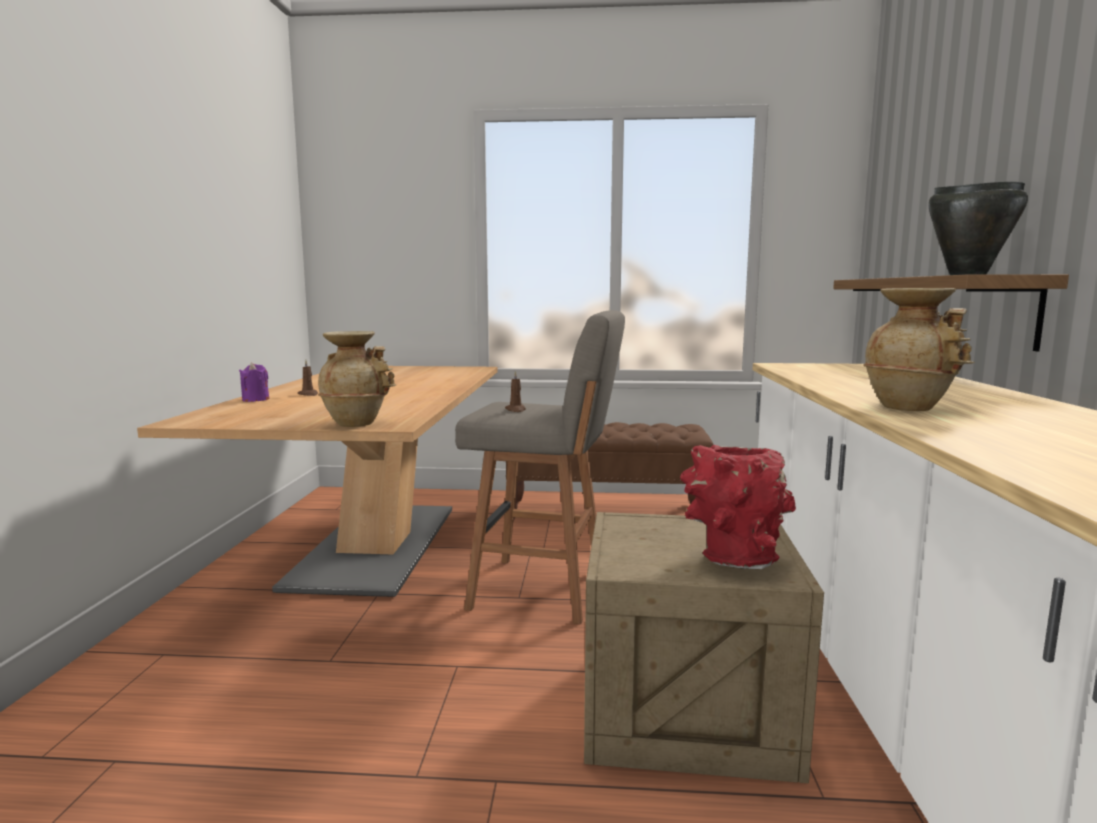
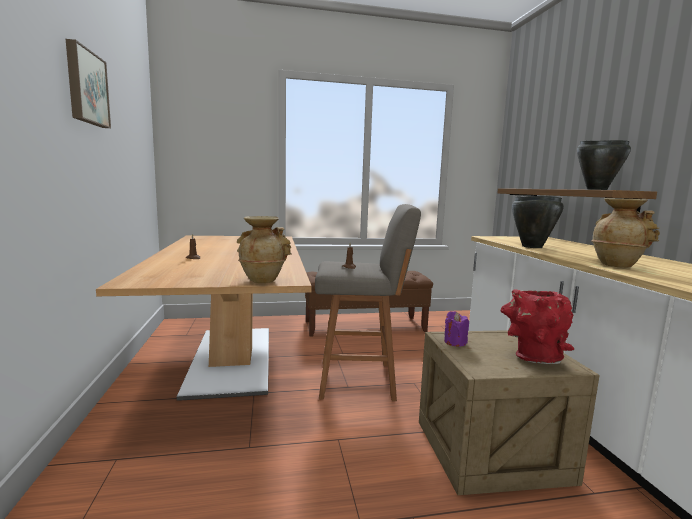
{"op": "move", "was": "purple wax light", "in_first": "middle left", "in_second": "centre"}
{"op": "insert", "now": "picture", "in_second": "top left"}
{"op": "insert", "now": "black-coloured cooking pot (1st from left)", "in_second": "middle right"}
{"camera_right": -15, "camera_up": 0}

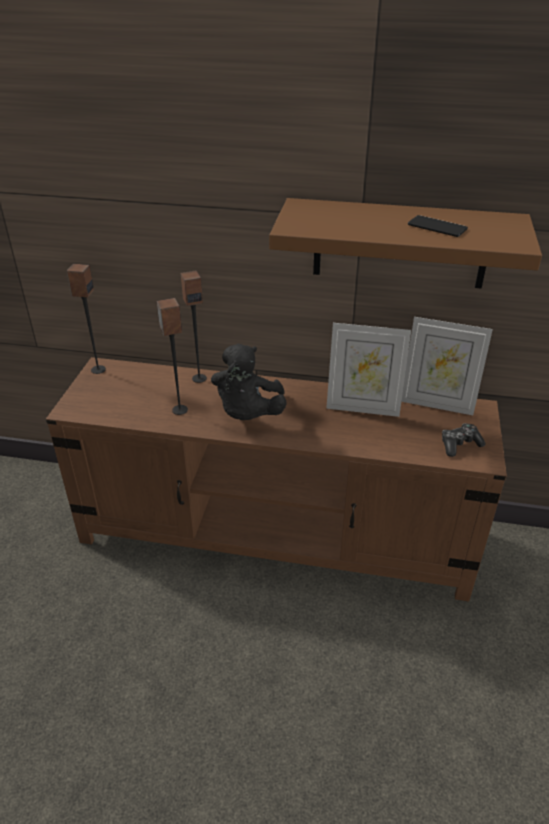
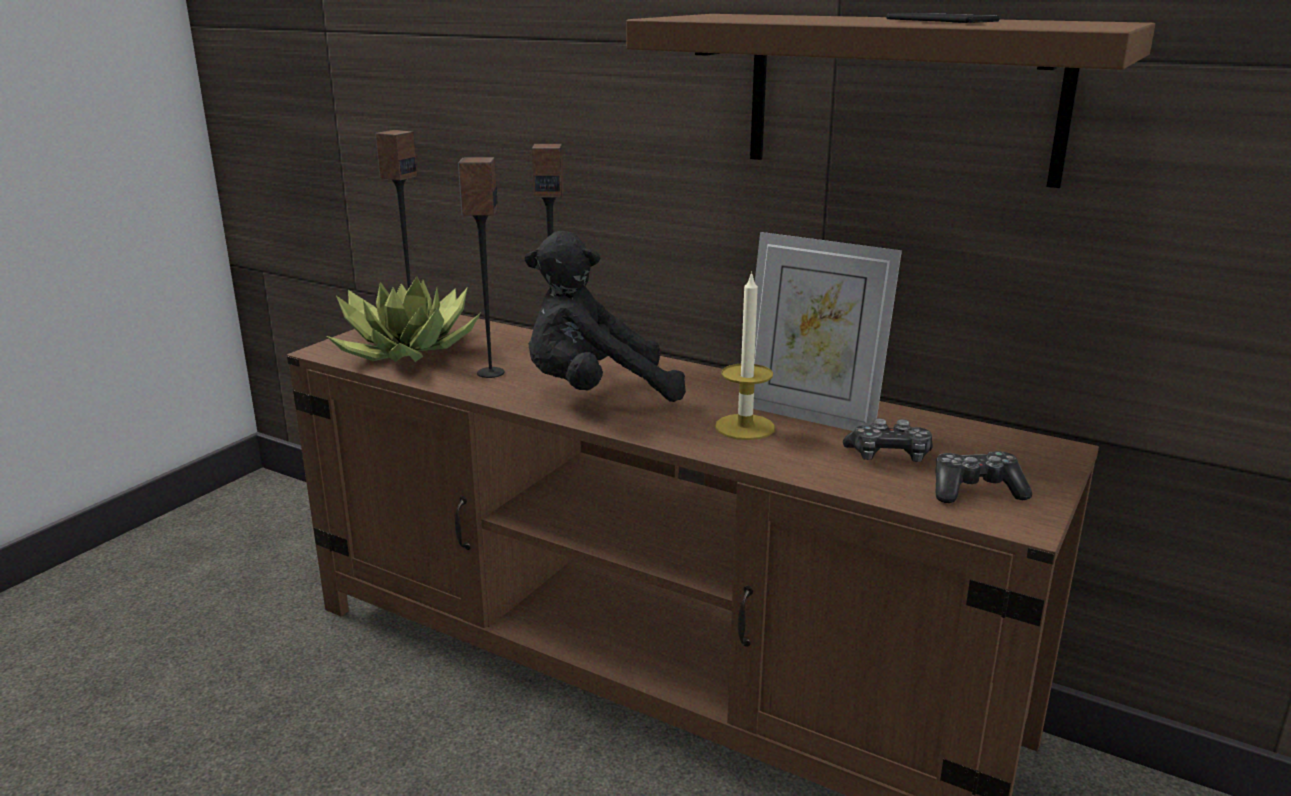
{"op": "rotate", "was": "black-coloured plush toy", "in_first": "centre", "in_second": "centre", "clockwise": 45}
{"op": "delete", "was": "photo frame (2nd from left)", "in_first": "middle right"}
{"op": "insert", "now": "potted plant", "in_second": "middle left"}
{"op": "insert", "now": "wax light", "in_second": "centre"}
{"op": "insert", "now": "joypad (1st from left)", "in_second": "middle right"}
{"camera_right": 20, "camera_up": -15}

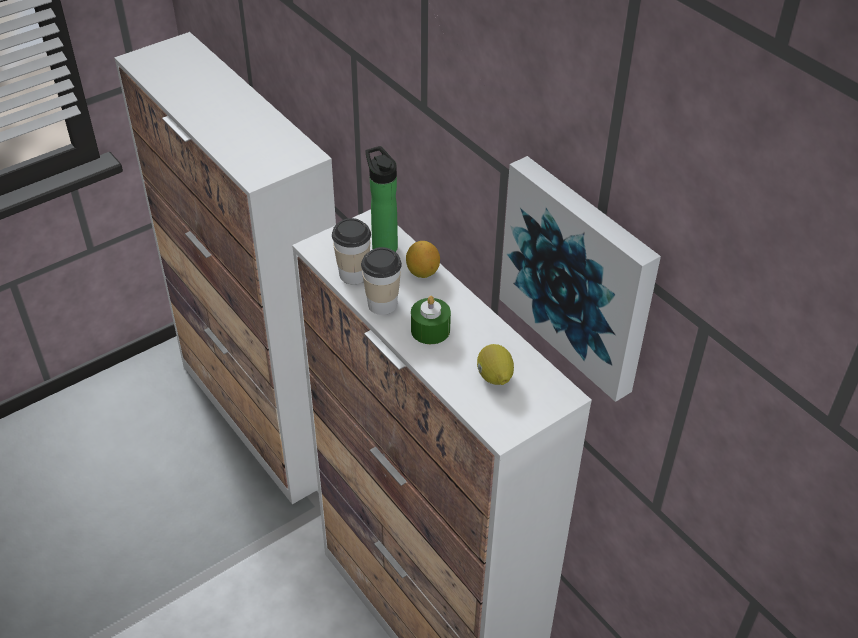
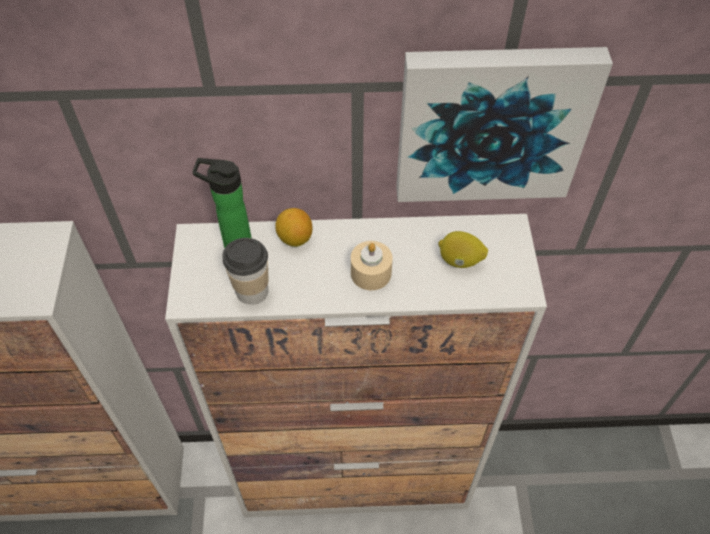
{"op": "delete", "was": "drinking cup (2nd from left)", "in_first": "centre"}
{"op": "recolor", "was": "green-coloured wax light", "now": "beige-coloured wax light", "in_first": "centre", "in_second": "centre"}
{"camera_right": -55, "camera_up": 10}

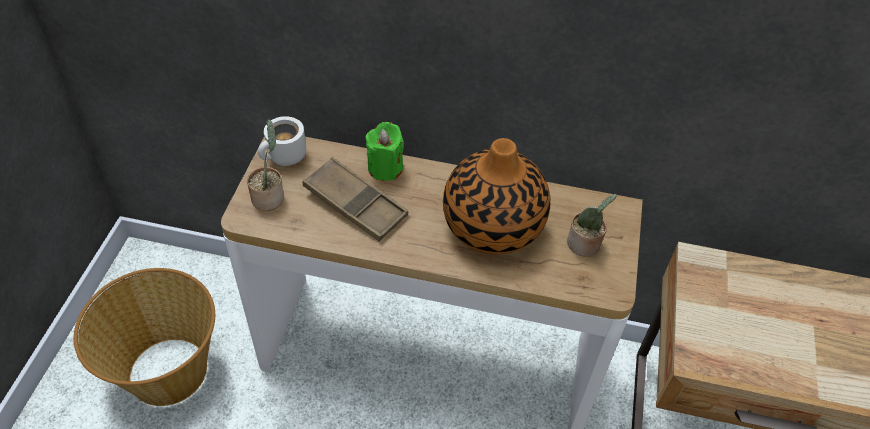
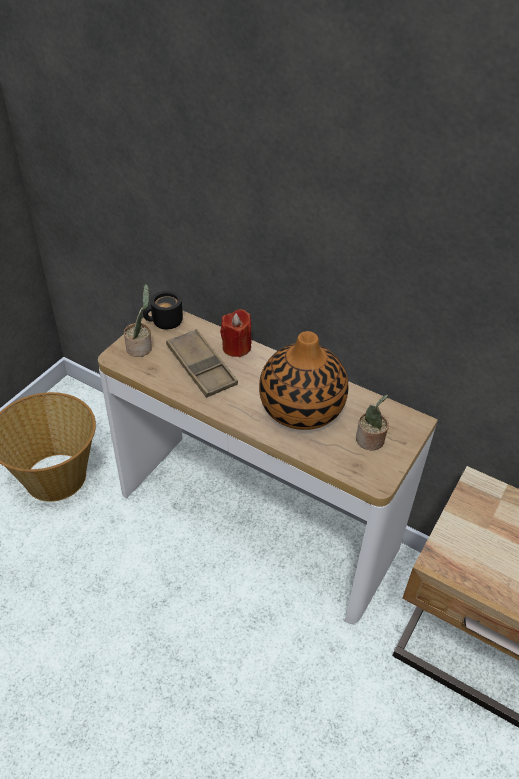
{"op": "recolor", "was": "white tea mug", "now": "black-coloured tea mug", "in_first": "top left", "in_second": "middle left"}
{"op": "recolor", "was": "green-coloured wax light", "now": "red wax light", "in_first": "centre", "in_second": "centre"}
{"camera_right": 20, "camera_up": -5}

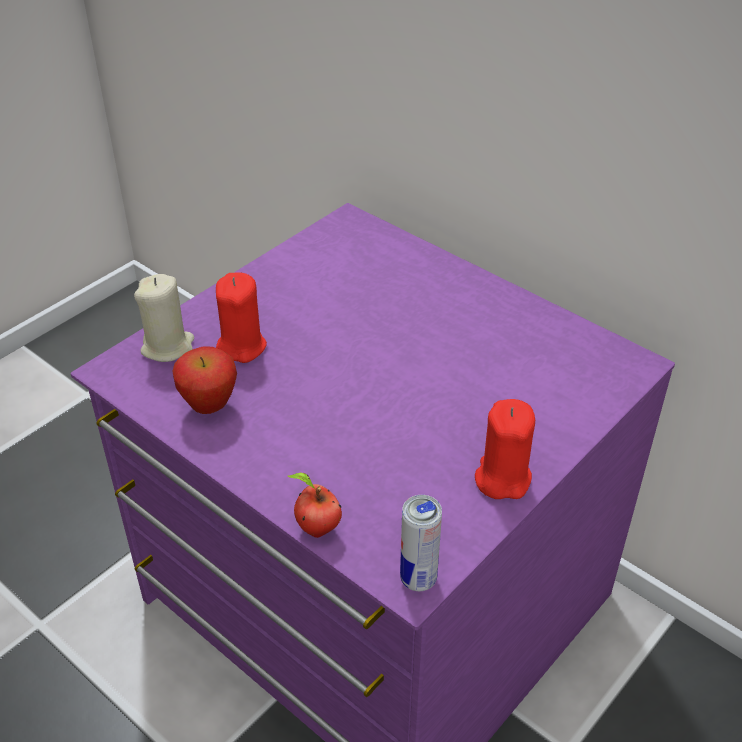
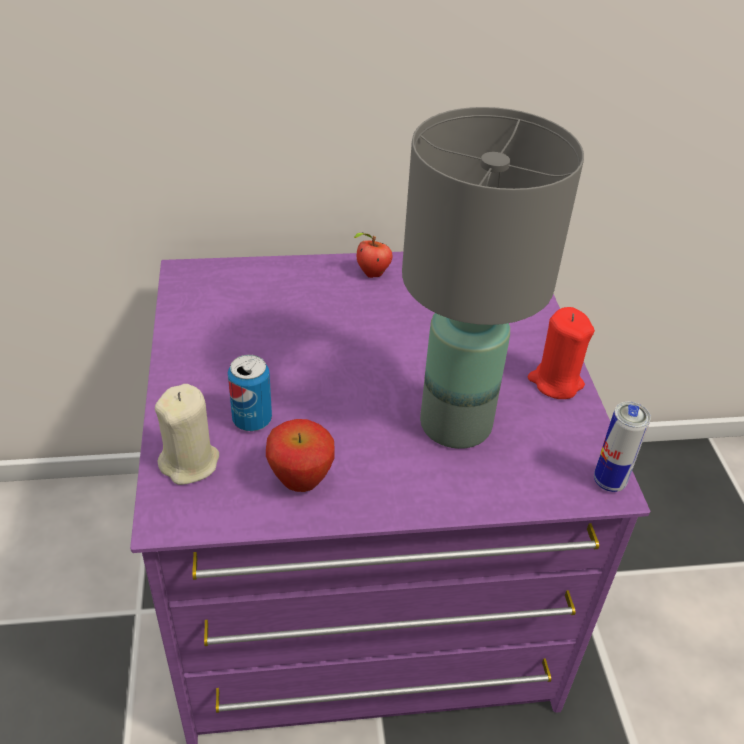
{"op": "replace", "was": "red wax light (1st from left)", "now": "sealed can (1st from left)", "in_first": "middle left", "in_second": "centre"}
{"op": "move", "was": "whole apple (2nd from left)", "in_first": "bottom centre", "in_second": "centre"}
{"op": "insert", "now": "grey tabletop lamp", "in_second": "centre"}
{"camera_right": -50, "camera_up": 0}

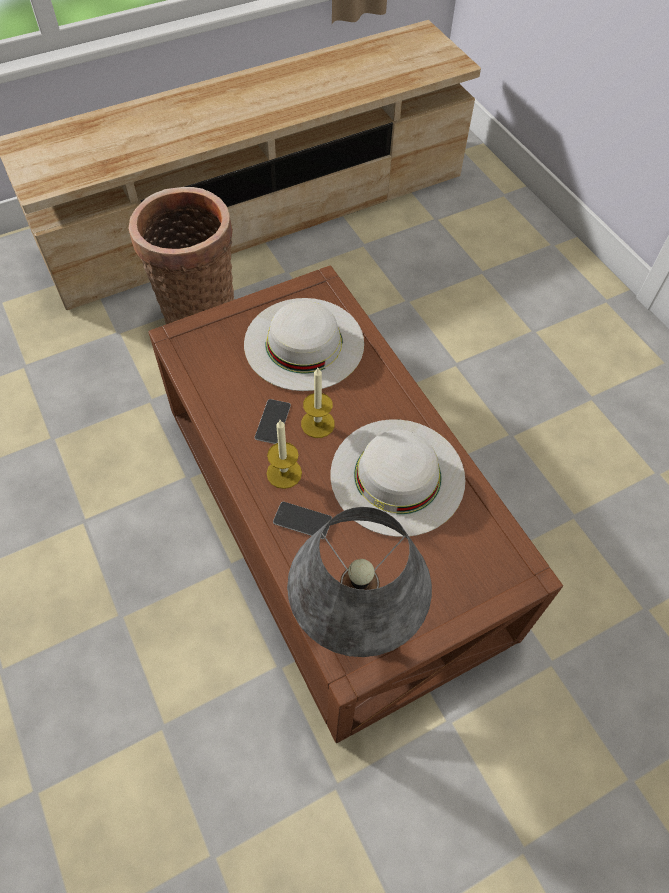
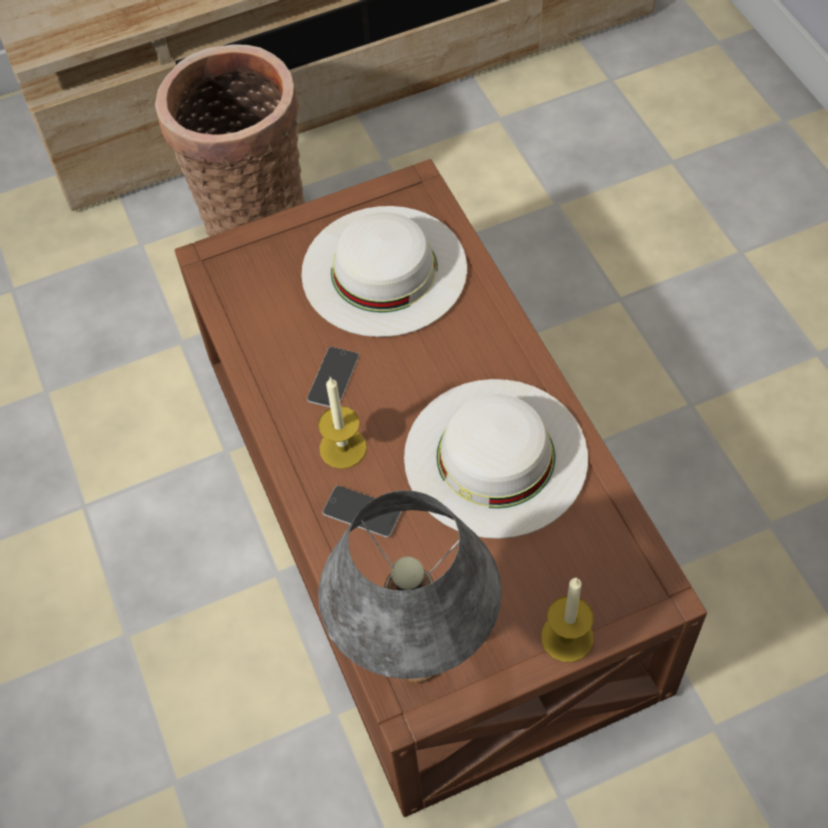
{"op": "move", "was": "wax light (2nd from left)", "in_first": "centre", "in_second": "bottom right"}
{"camera_right": 10, "camera_up": 0}

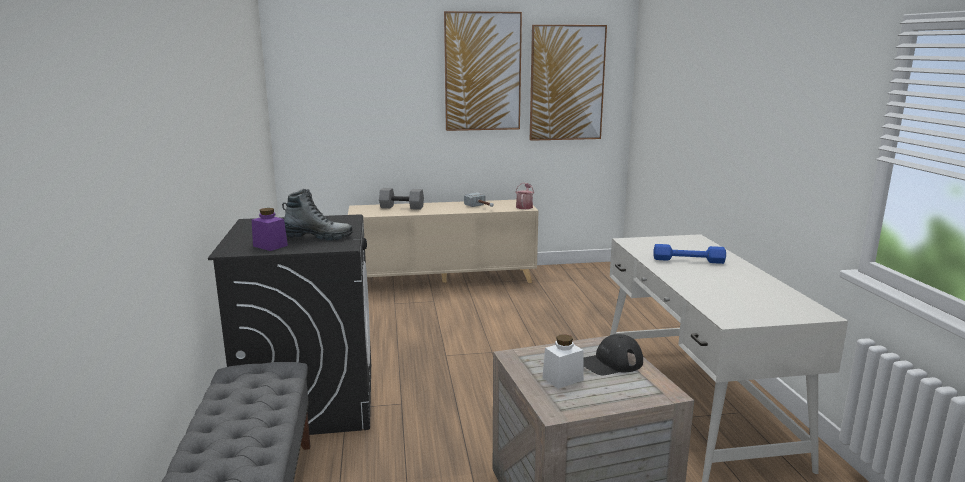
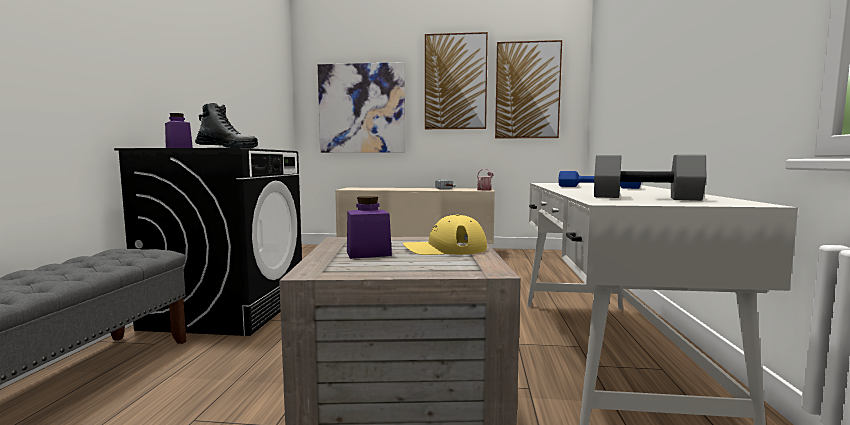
{"op": "move", "was": "grey hand weight", "in_first": "centre", "in_second": "middle right"}
{"op": "recolor", "was": "white preserve jar", "now": "purple preserve jar (2nd from left)", "in_first": "bottom centre", "in_second": "centre"}
{"op": "recolor", "was": "black-coloured cap", "now": "yellow cap", "in_first": "bottom centre", "in_second": "centre"}
{"op": "insert", "now": "picture (1st from left)", "in_second": "top centre"}
{"camera_right": 15, "camera_up": -10}

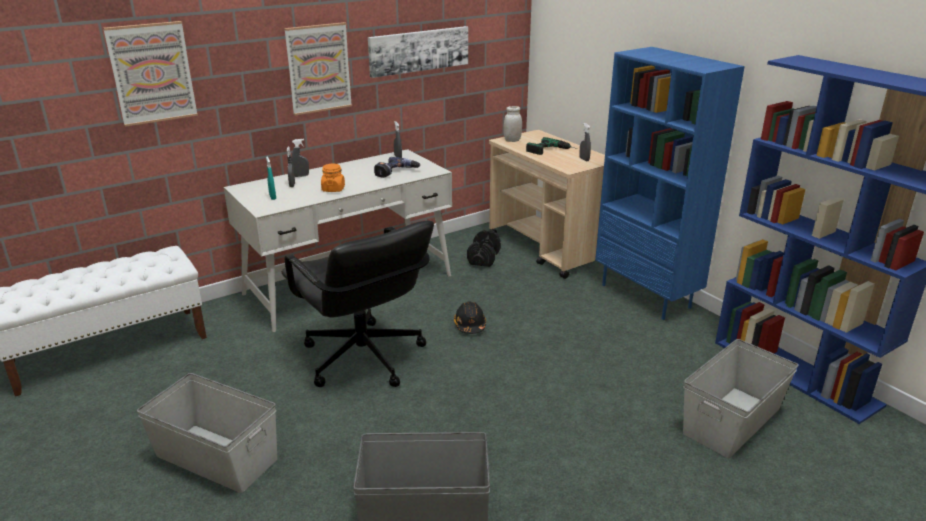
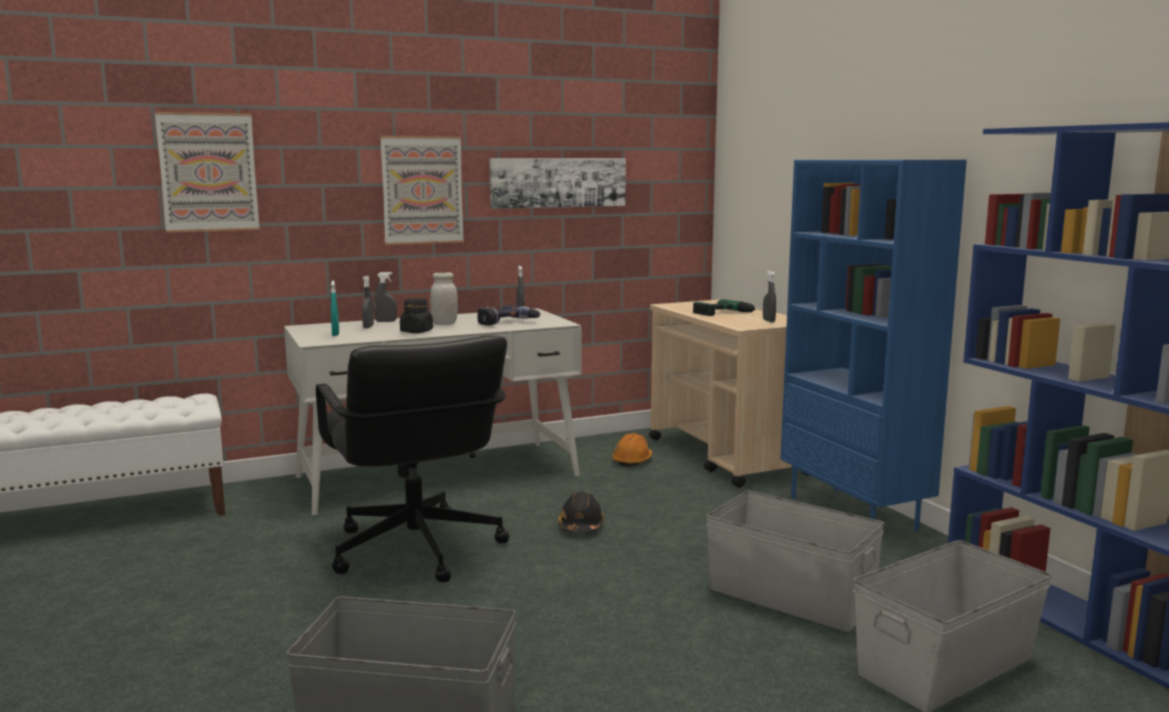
{"op": "move", "was": "grey storage box (1st from left in the first image)", "now": "grey storage box (2nd from left)", "in_first": "bottom left", "in_second": "bottom right"}
{"op": "recolor", "was": "orange preserve jar", "now": "black-coloured preserve jar", "in_first": "centre", "in_second": "centre"}
{"op": "replace", "was": "black-coloured hand weight", "now": "orange work helmet", "in_first": "centre", "in_second": "centre"}
{"op": "move", "was": "white preserve jar", "in_first": "top centre", "in_second": "centre"}
{"camera_right": 10, "camera_up": -15}

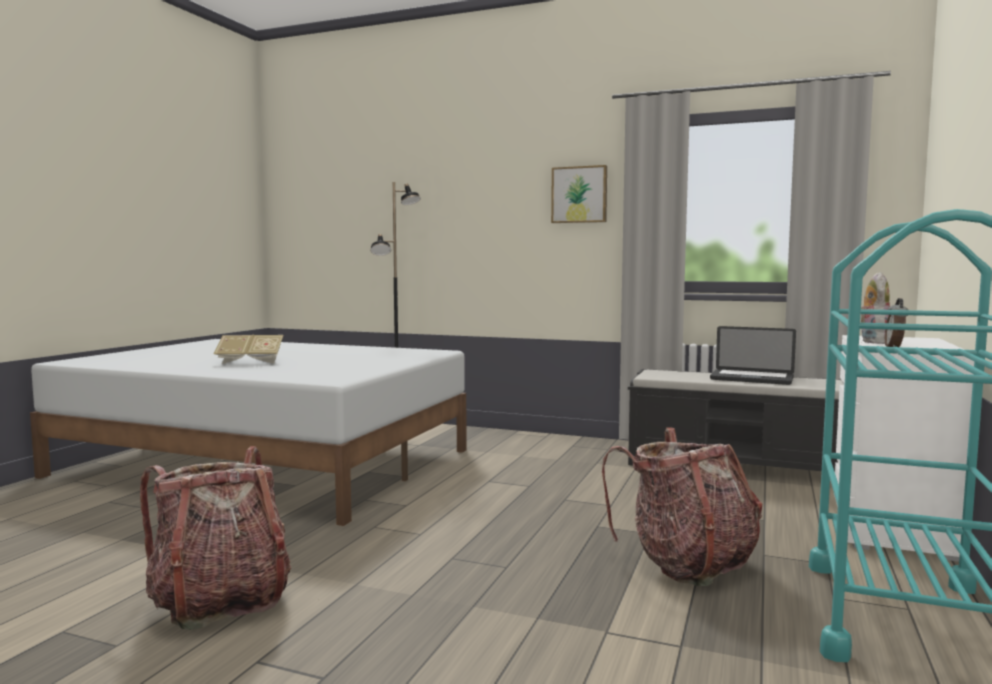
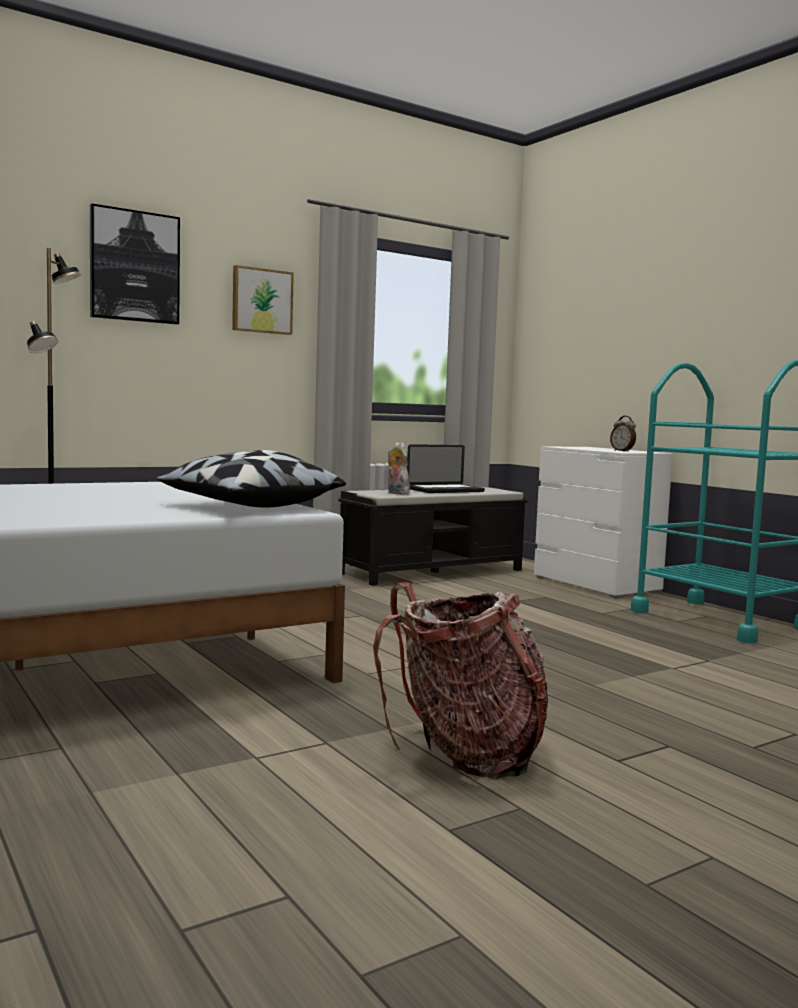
{"op": "delete", "was": "volume", "in_first": "middle left"}
{"op": "delete", "was": "knapsack (2nd from left)", "in_first": "bottom right"}
{"op": "move", "was": "plush toy", "in_first": "middle right", "in_second": "centre"}
{"op": "insert", "now": "picture (1st from left)", "in_second": "top left"}
{"op": "insert", "now": "cushion", "in_second": "middle left"}
{"camera_right": -55, "camera_up": 0}

